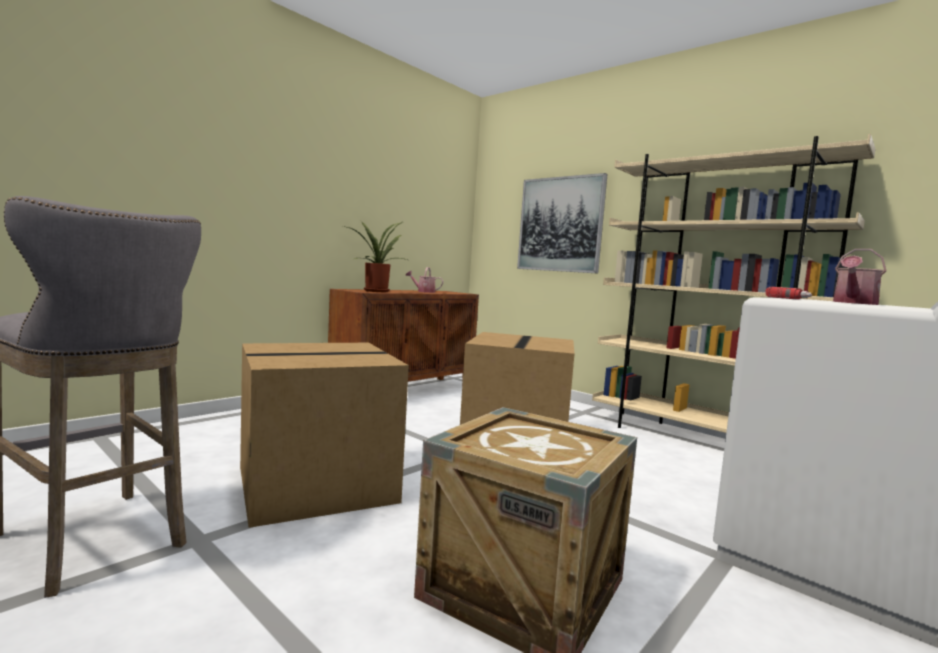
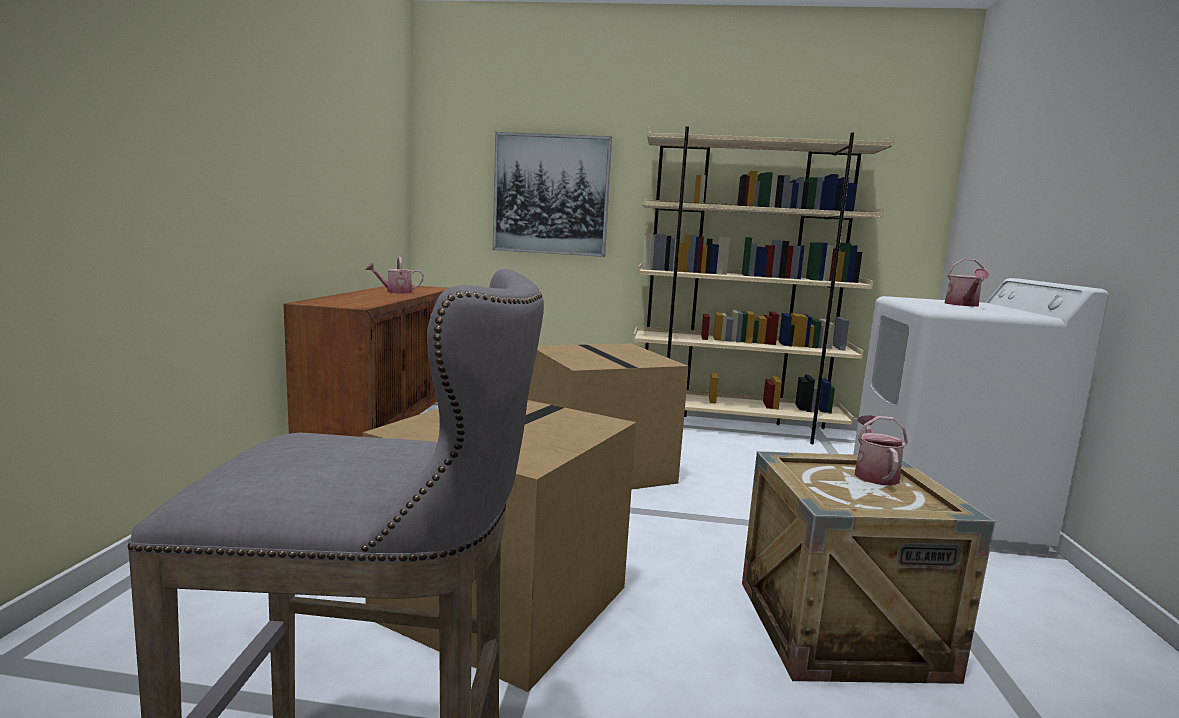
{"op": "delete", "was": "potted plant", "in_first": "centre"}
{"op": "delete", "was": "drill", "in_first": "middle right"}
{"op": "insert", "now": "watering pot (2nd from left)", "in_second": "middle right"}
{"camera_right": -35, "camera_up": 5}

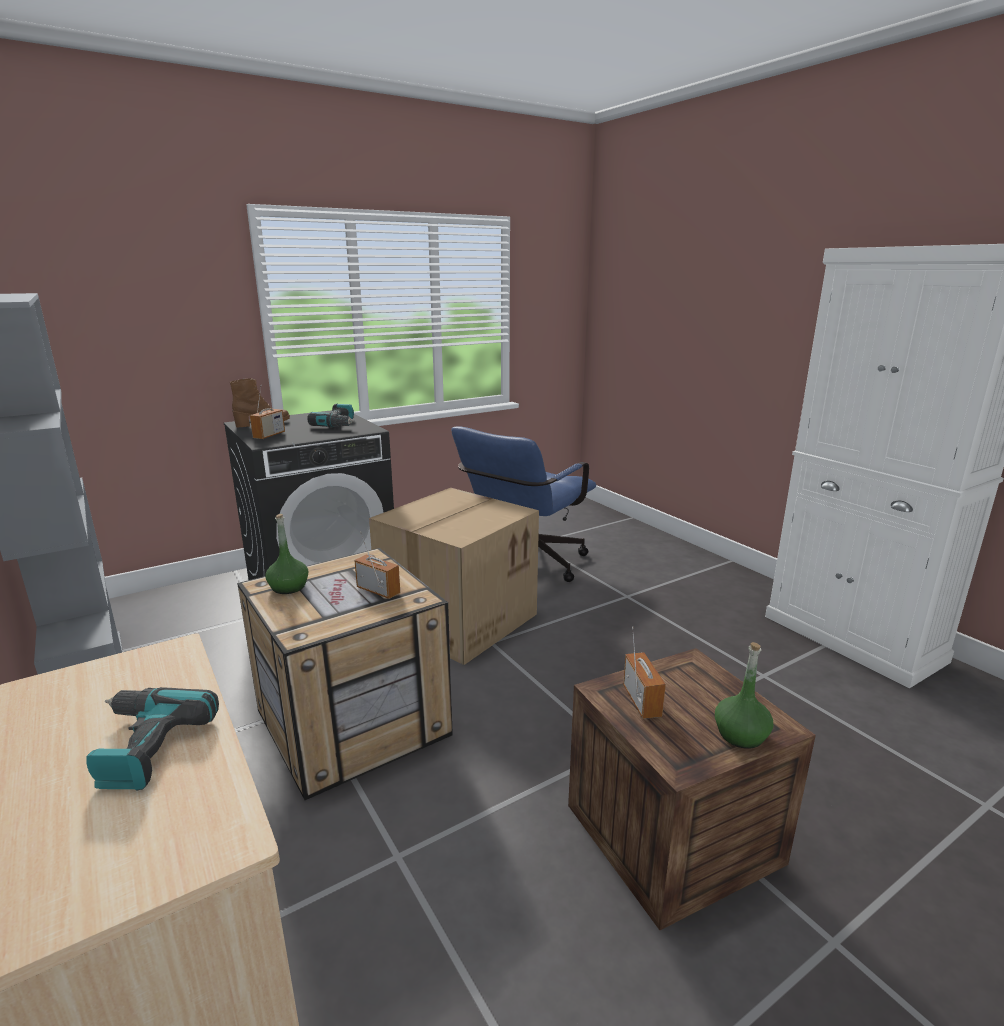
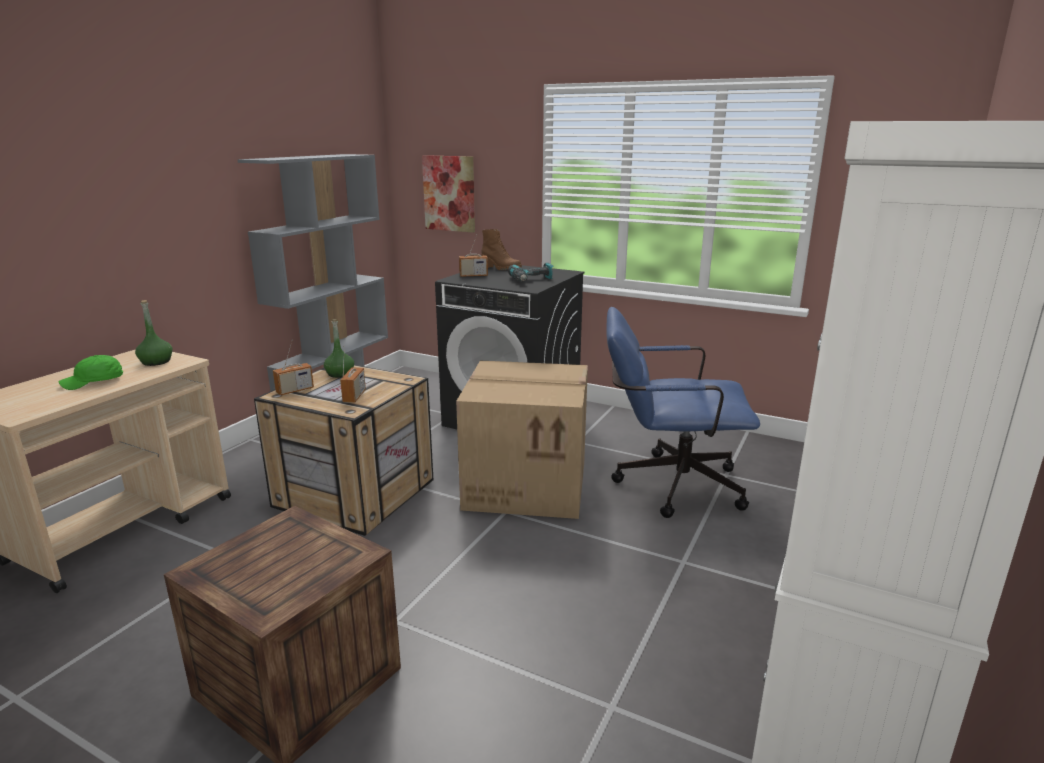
{"op": "replace", "was": "drill (1st from left)", "now": "green-coloured cap", "in_first": "bottom left", "in_second": "middle left"}
{"op": "move", "was": "radio set (3rd from left in the first image)", "now": "radio set (1st from left)", "in_first": "centre", "in_second": "middle left"}
{"op": "move", "was": "green-coloured beverage bottle (2nd from left in the first image)", "now": "green-coloured beverage bottle (1st from left)", "in_first": "bottom right", "in_second": "middle left"}
{"op": "insert", "now": "picture", "in_second": "top centre"}
{"camera_right": 60, "camera_up": 0}

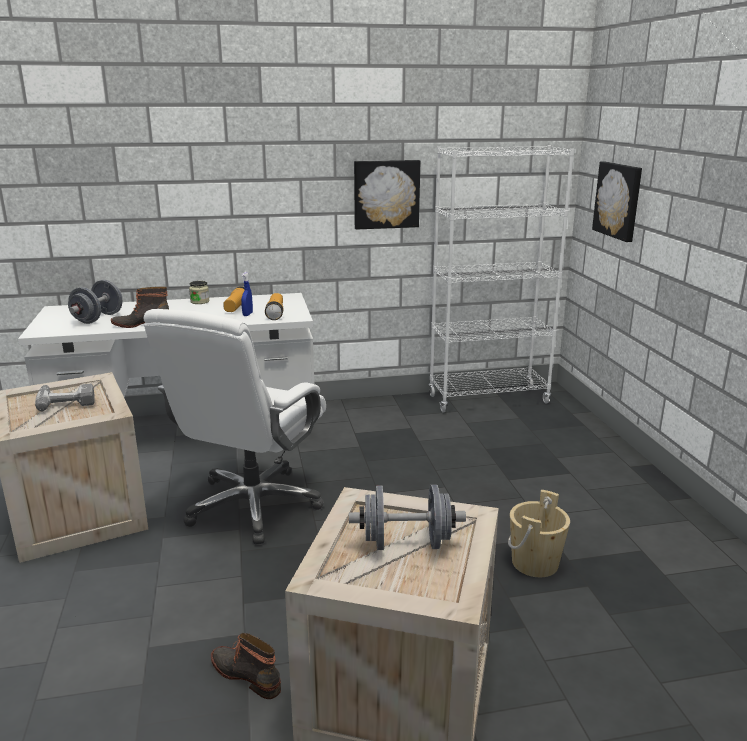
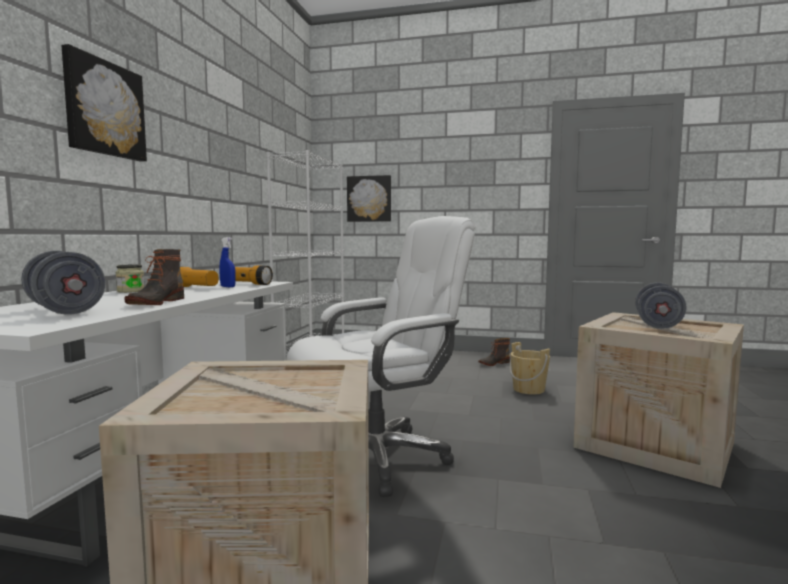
{"op": "delete", "was": "drill", "in_first": "middle left"}
{"op": "rotate", "was": "white desk chair", "in_first": "middle left", "in_second": "centre", "clockwise": -75}
{"op": "move", "was": "tall boot (2nd from left)", "in_first": "bottom left", "in_second": "centre"}
{"op": "move", "was": "picture (1st from left)", "in_first": "top centre", "in_second": "top left"}
{"camera_right": -65, "camera_up": -15}

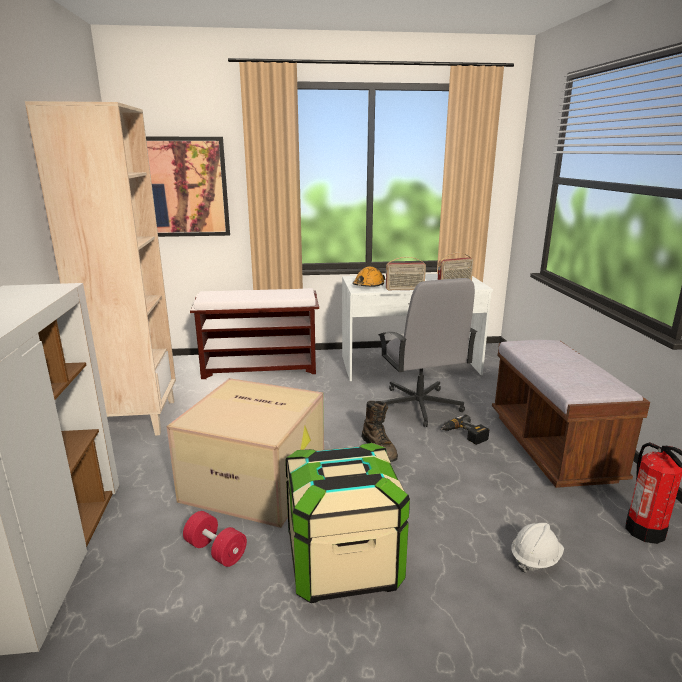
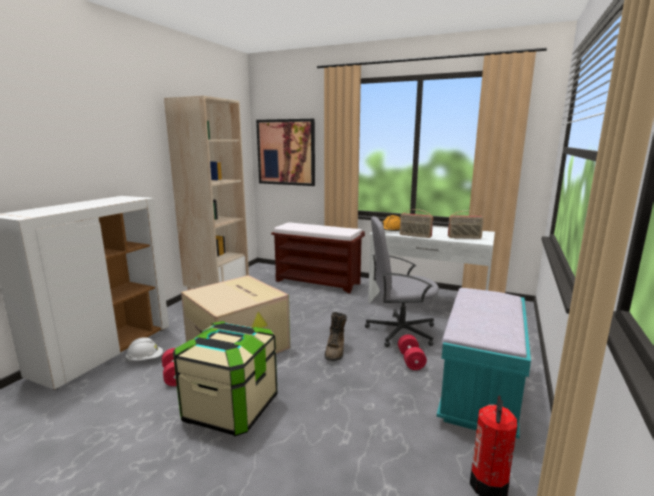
{"op": "rotate", "was": "grey desk chair", "in_first": "centre", "in_second": "centre", "clockwise": 75}
{"op": "replace", "was": "drill", "now": "red hand weight (2nd from left)", "in_first": "middle right", "in_second": "bottom centre"}
{"op": "recolor", "was": "brown long seat (2nd from left)", "now": "blue-green long seat", "in_first": "middle right", "in_second": "bottom right"}
{"op": "move", "was": "white work helmet", "in_first": "bottom right", "in_second": "bottom left"}
{"camera_right": 30, "camera_up": -5}

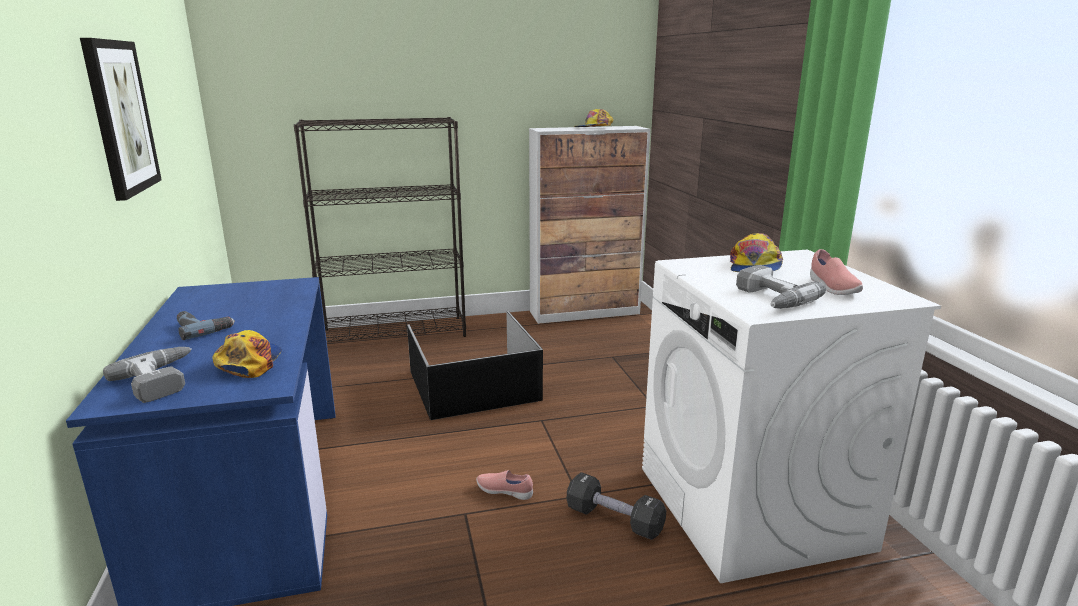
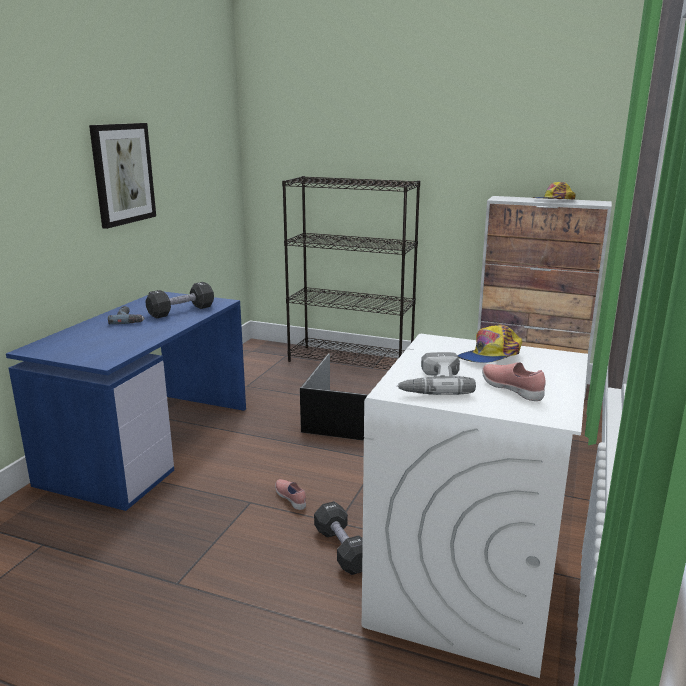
{"op": "delete", "was": "drill (1st from left)", "in_first": "middle left"}
{"op": "delete", "was": "cap (1st from left)", "in_first": "middle left"}
{"op": "rotate", "was": "pink-coloured item of footwear (2nd from left)", "in_first": "middle right", "in_second": "middle right", "clockwise": 120}
{"op": "insert", "now": "black-coloured hand weight (1st from left)", "in_second": "middle left"}
{"camera_right": 35, "camera_up": 0}

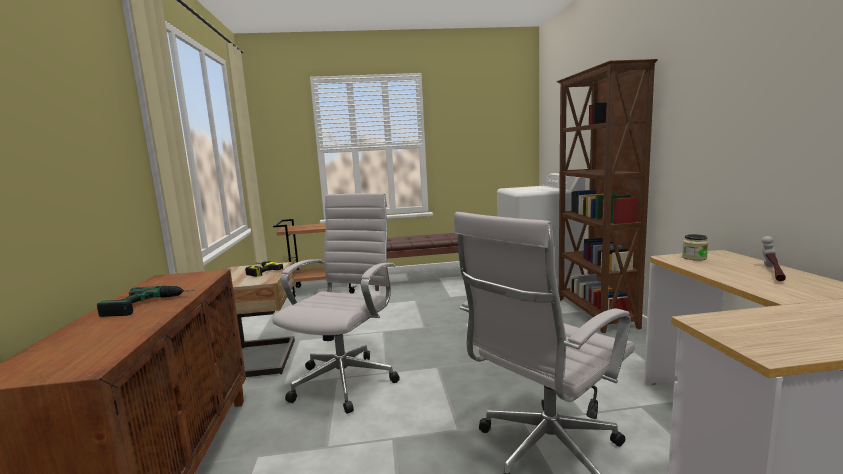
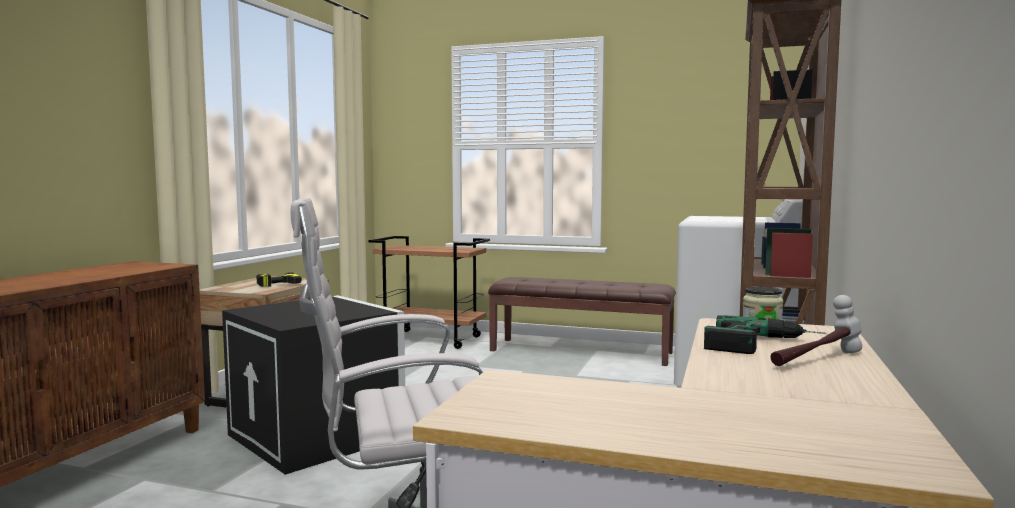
{"op": "move", "was": "drill (1st from left in the first image)", "now": "drill (2nd from left)", "in_first": "middle left", "in_second": "middle right"}
{"op": "replace", "was": "white desk chair (1st from left)", "now": "black-coloured storage box", "in_first": "centre", "in_second": "bottom left"}
{"camera_right": 25, "camera_up": -5}

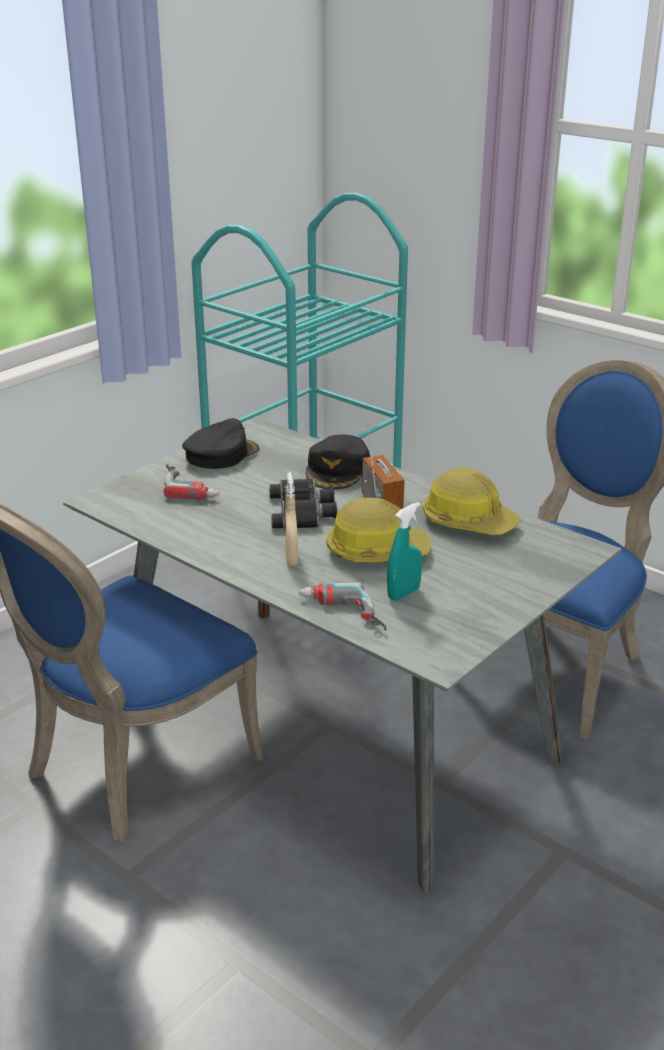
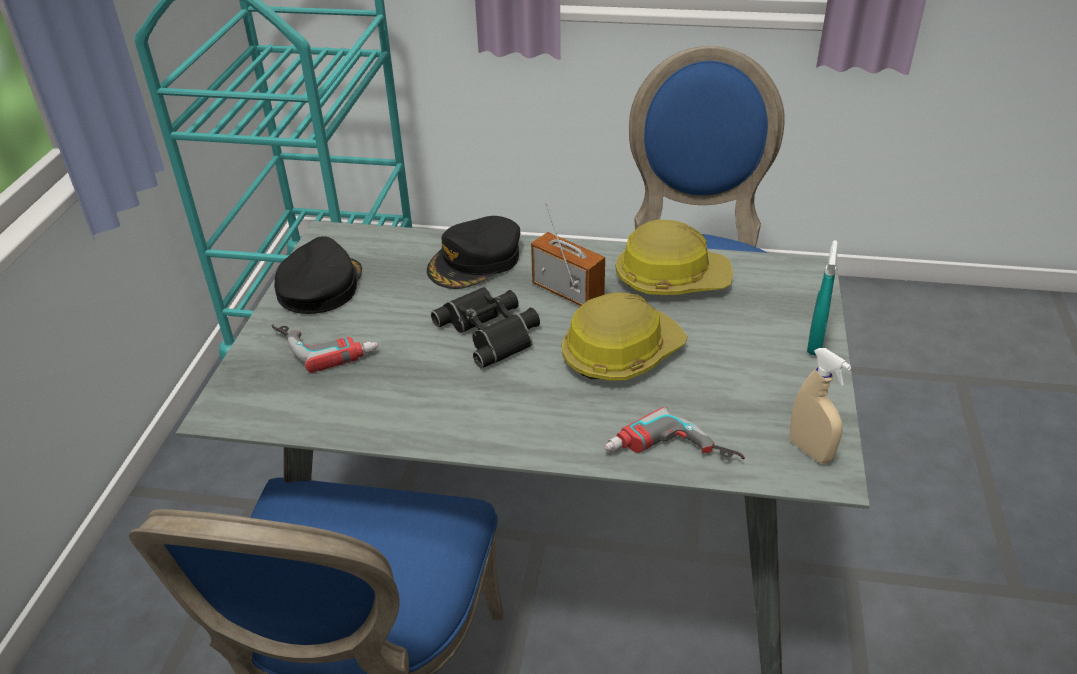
{"op": "move", "was": "beige-coloured sprayer", "in_first": "centre", "in_second": "middle right"}
{"op": "rotate", "was": "black-coloured cap (2nd from left)", "in_first": "centre", "in_second": "centre", "clockwise": 60}
{"op": "move", "was": "blue-green sprayer", "in_first": "centre", "in_second": "middle right"}
{"camera_right": -30, "camera_up": 10}

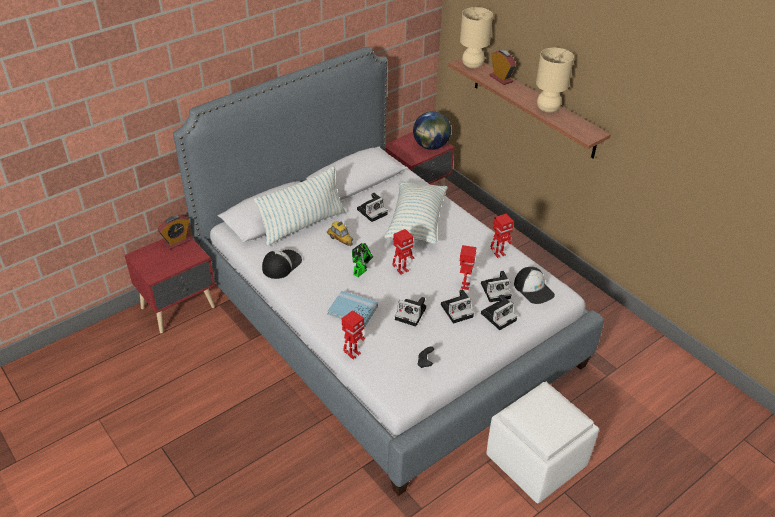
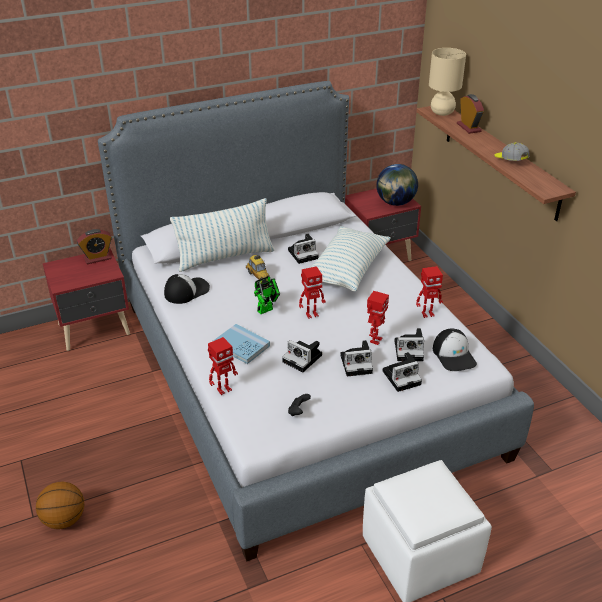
{"op": "replace", "was": "beige-coloured tabletop lamp (2nd from left)", "now": "cap (3rd from left)", "in_first": "top right", "in_second": "top right"}
{"op": "insert", "now": "basketball", "in_second": "bottom left"}
{"camera_right": 15, "camera_up": -5}

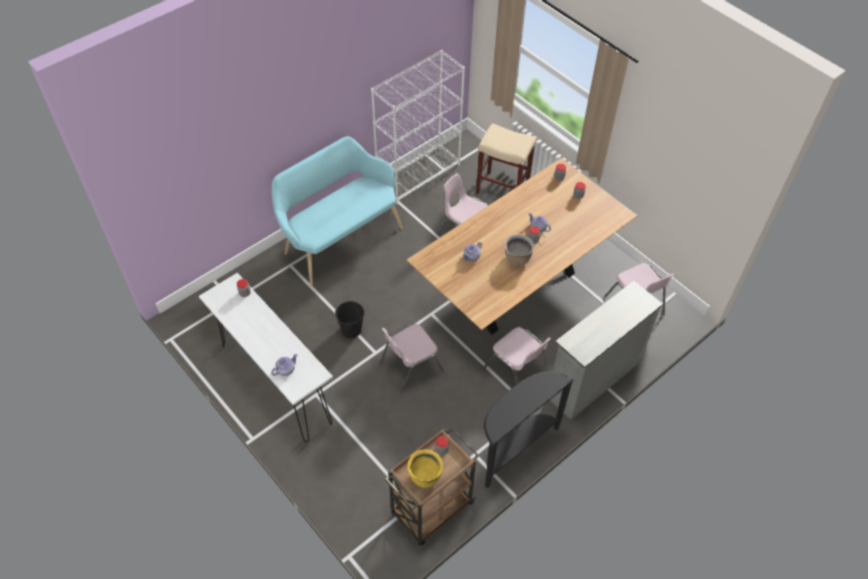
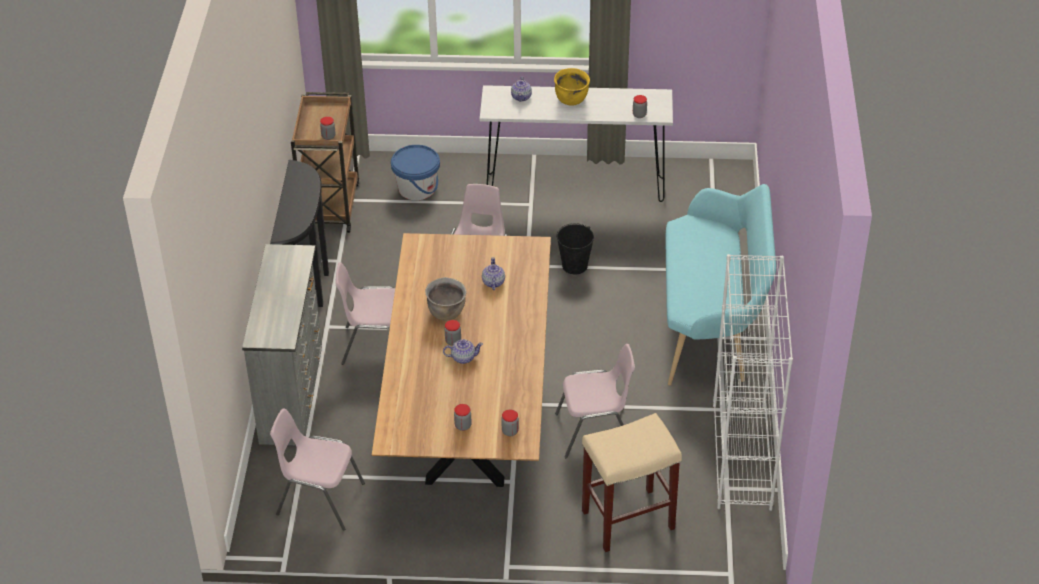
{"op": "move", "was": "yellow cooking pot", "in_first": "bottom centre", "in_second": "top centre"}
{"op": "insert", "now": "bluish water bucket", "in_second": "top centre"}
{"camera_right": 135, "camera_up": -10}

